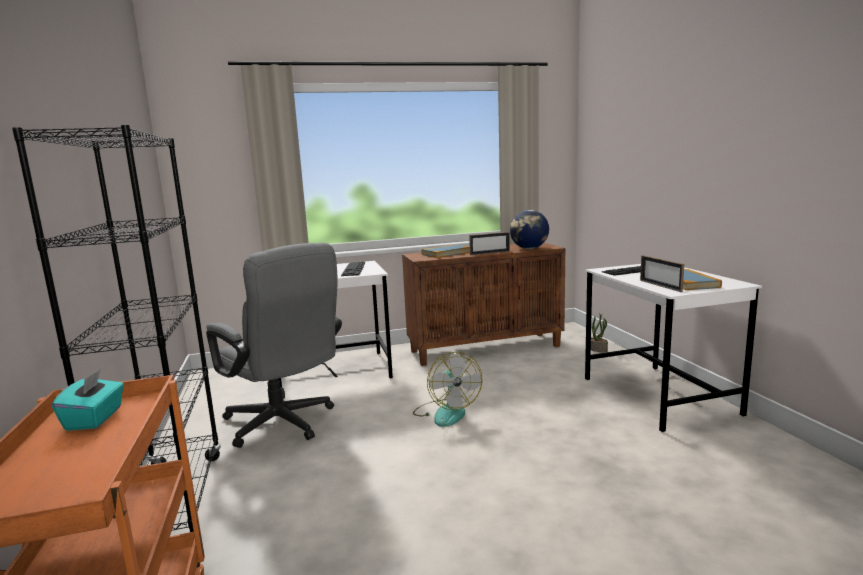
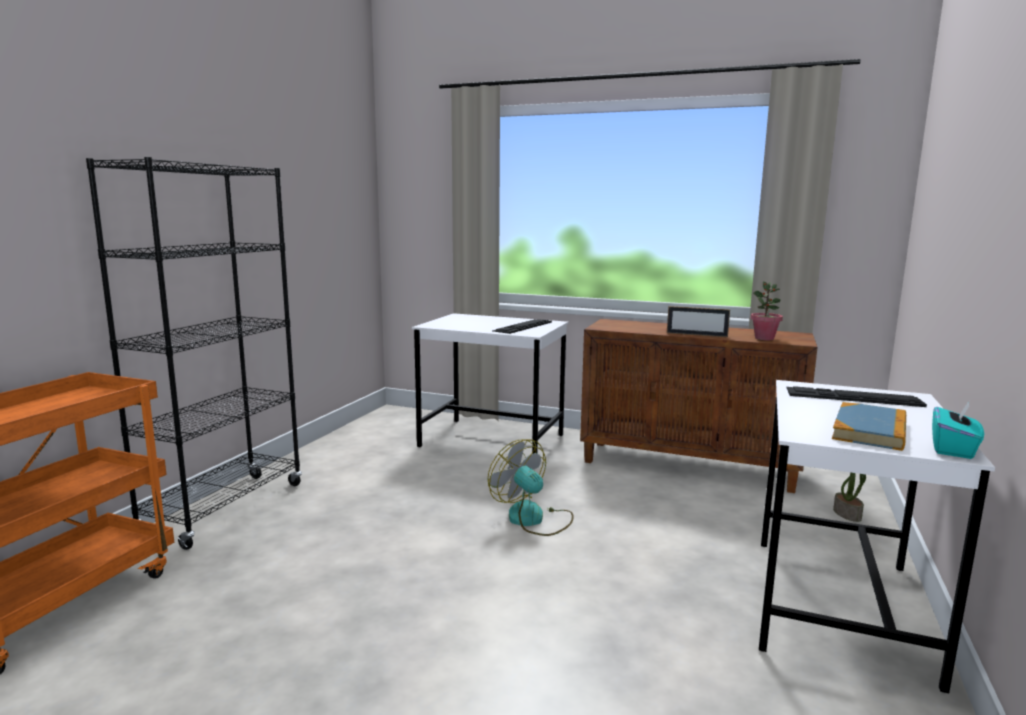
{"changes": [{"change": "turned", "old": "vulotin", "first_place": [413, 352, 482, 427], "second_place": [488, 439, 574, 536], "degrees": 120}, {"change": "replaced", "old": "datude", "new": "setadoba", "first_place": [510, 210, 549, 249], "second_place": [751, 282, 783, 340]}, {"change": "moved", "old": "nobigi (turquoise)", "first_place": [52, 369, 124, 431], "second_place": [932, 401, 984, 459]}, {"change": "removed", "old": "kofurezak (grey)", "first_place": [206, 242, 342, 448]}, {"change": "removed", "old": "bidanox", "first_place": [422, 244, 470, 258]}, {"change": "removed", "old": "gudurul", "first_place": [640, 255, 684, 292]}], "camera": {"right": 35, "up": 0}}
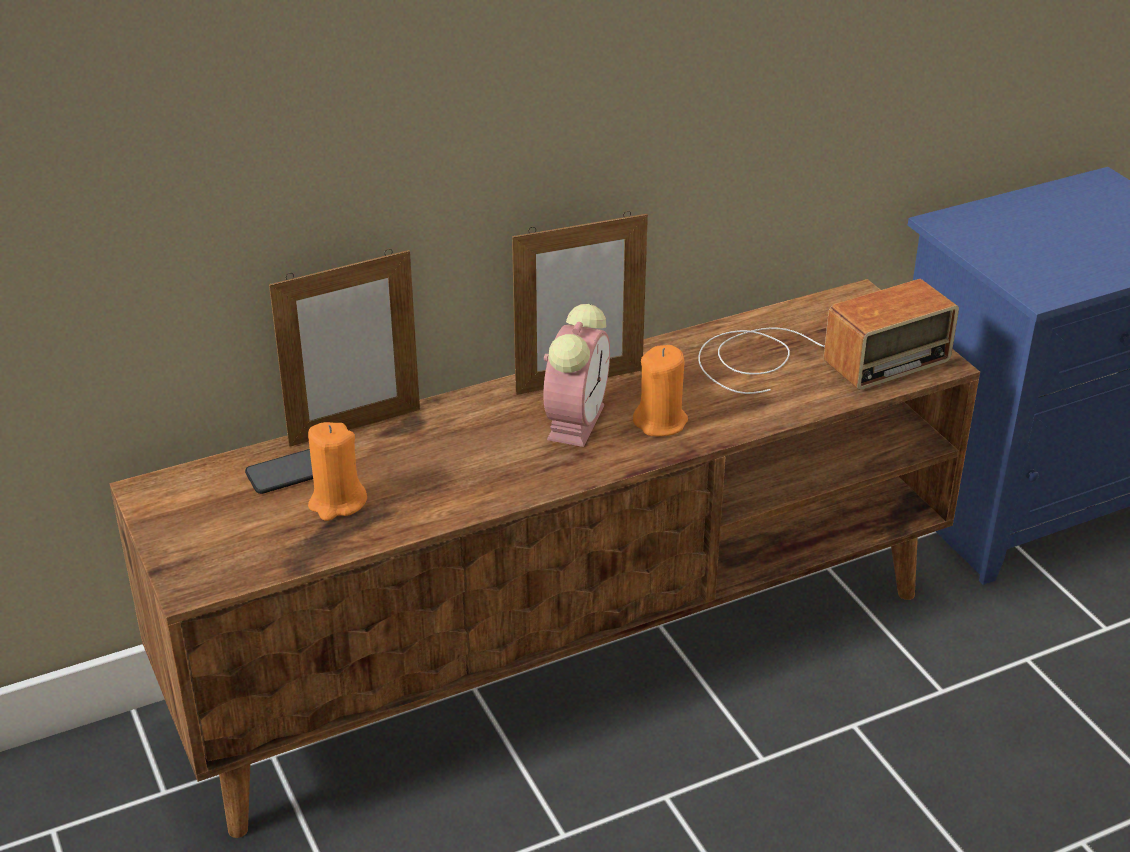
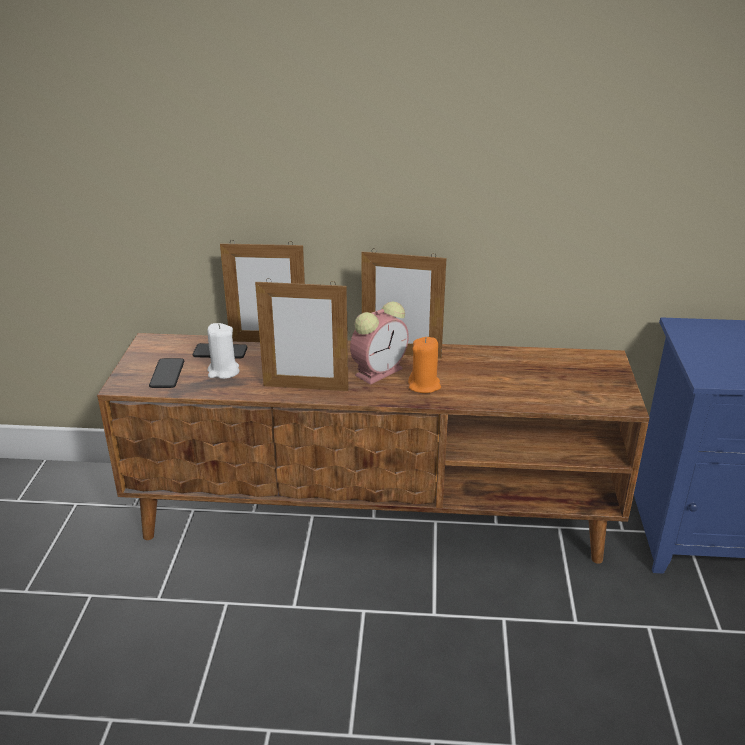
{"changes": [{"change": "added", "new": "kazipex", "second_place": [149, 358, 184, 388]}, {"change": "recoloured", "old": "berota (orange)", "new": "berota (white)", "first_place": [308, 422, 367, 521], "second_place": [207, 323, 240, 379]}, {"change": "added", "new": "gudurul", "second_place": [255, 278, 348, 391]}, {"change": "removed", "old": "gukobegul", "first_place": [698, 279, 959, 394]}], "camera": {"right": 30, "up": -5}}
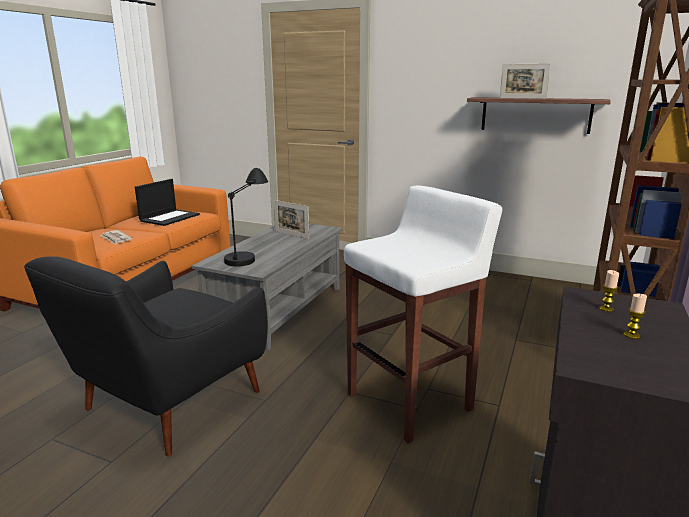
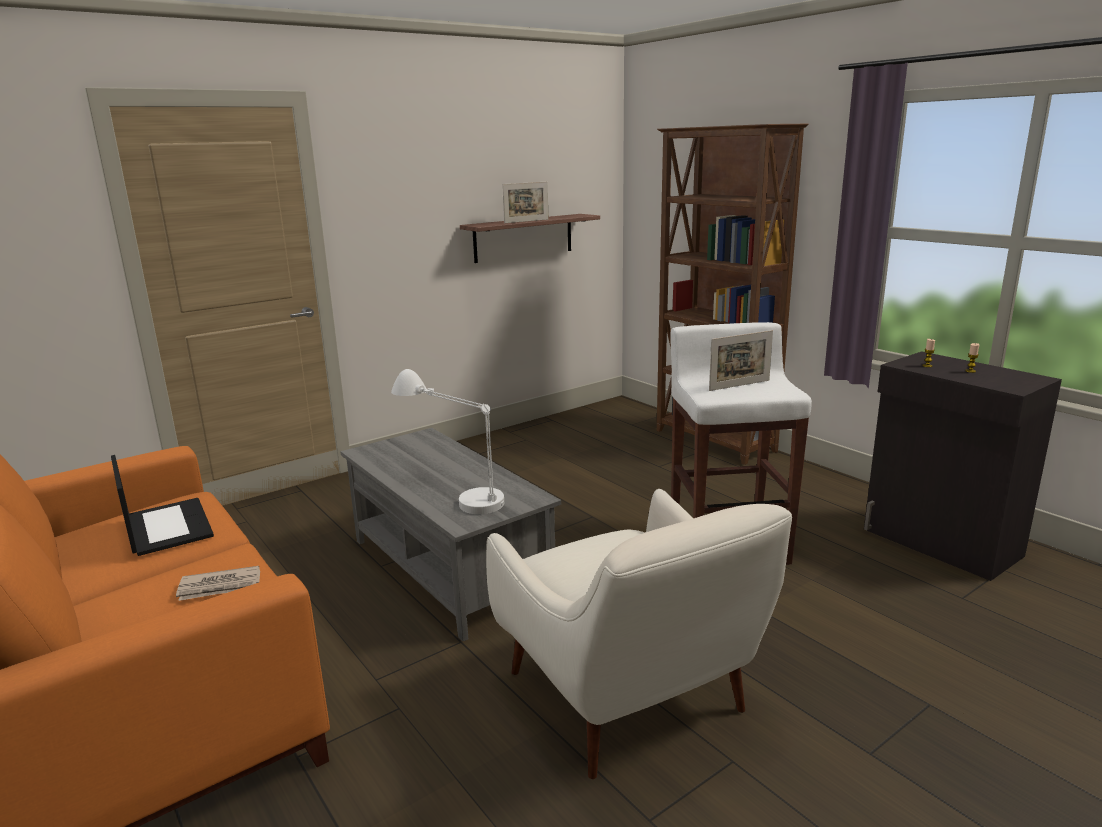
{"changes": [{"change": "recoloured", "old": "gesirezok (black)", "new": "gesirezok (white)", "first_place": [224, 168, 268, 266], "second_place": [391, 369, 504, 514]}, {"change": "recoloured", "old": "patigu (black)", "new": "patigu (white)", "first_place": [24, 256, 268, 457], "second_place": [486, 489, 792, 779]}, {"change": "moved", "old": "gudurul", "first_place": [274, 200, 309, 239], "second_place": [709, 330, 773, 391]}], "camera": {"right": -60, "up": 0}}
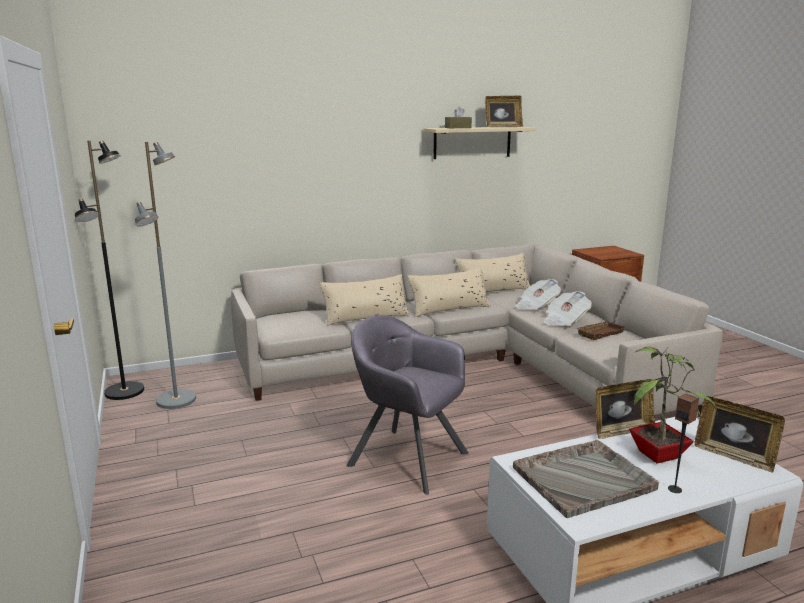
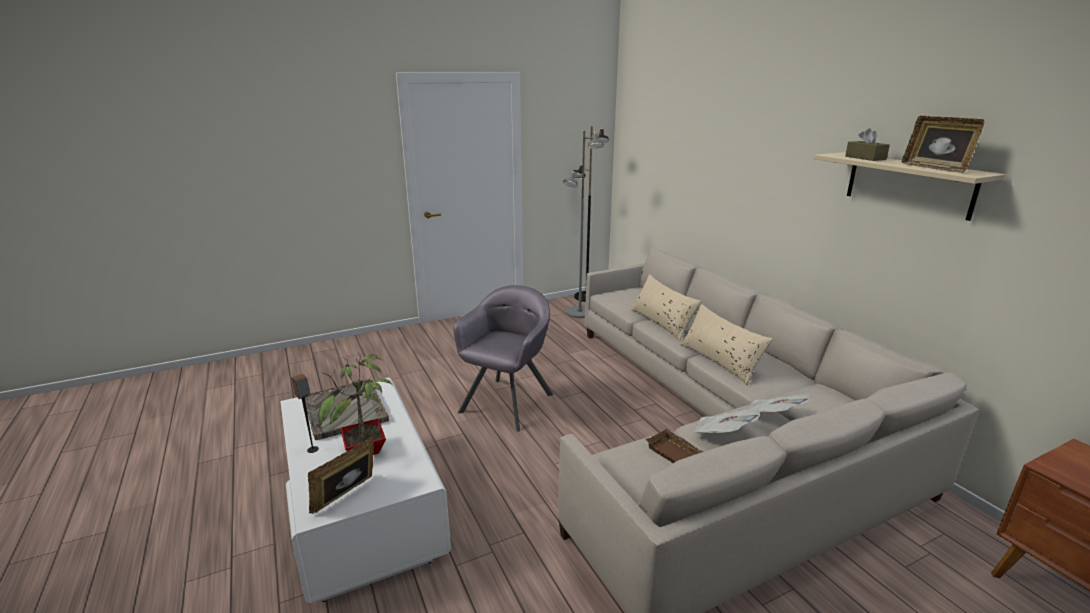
{"changes": [{"change": "removed", "old": "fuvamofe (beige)", "first_place": [455, 253, 530, 292]}, {"change": "removed", "old": "gudurul", "first_place": [595, 379, 655, 439]}], "camera": {"right": 85, "up": 5}}
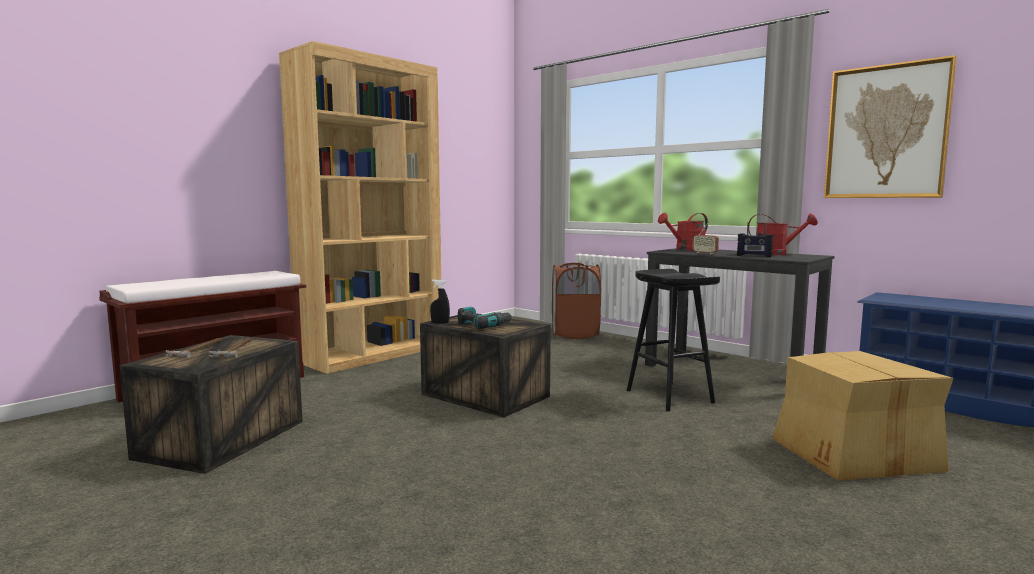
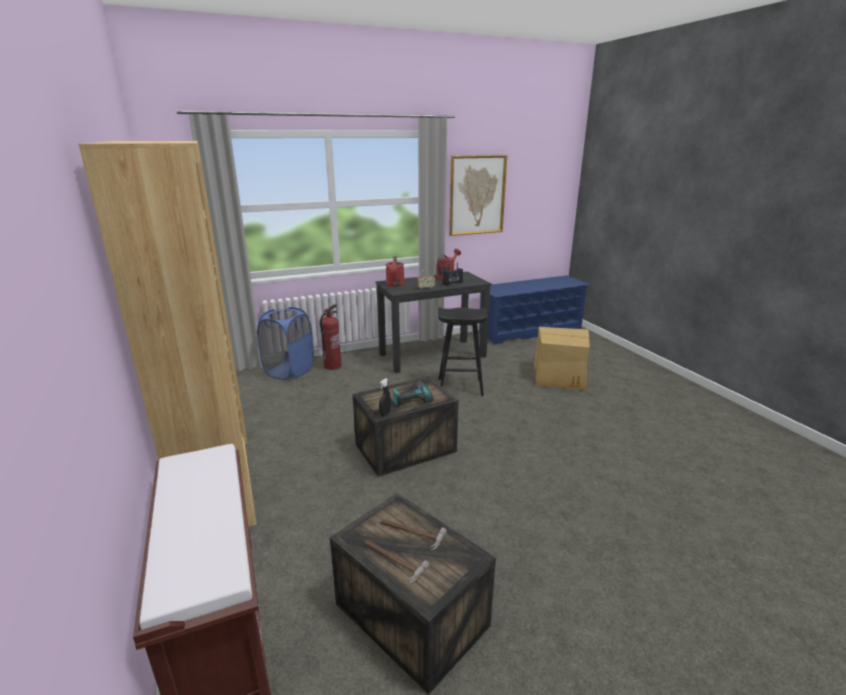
{"changes": [{"change": "recoloured", "old": "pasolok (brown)", "new": "pasolok (blue)", "first_place": [552, 263, 601, 339], "second_place": [257, 307, 314, 380]}, {"change": "added", "new": "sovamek", "second_place": [320, 304, 342, 370]}], "camera": {"right": -65, "up": 15}}
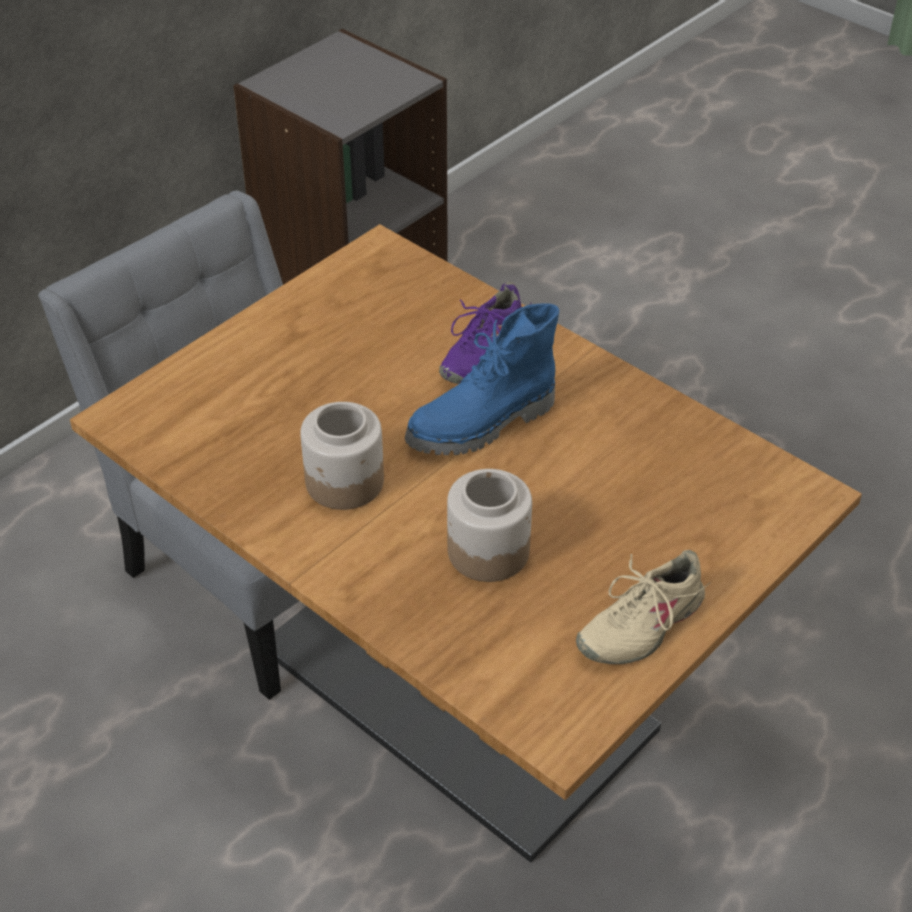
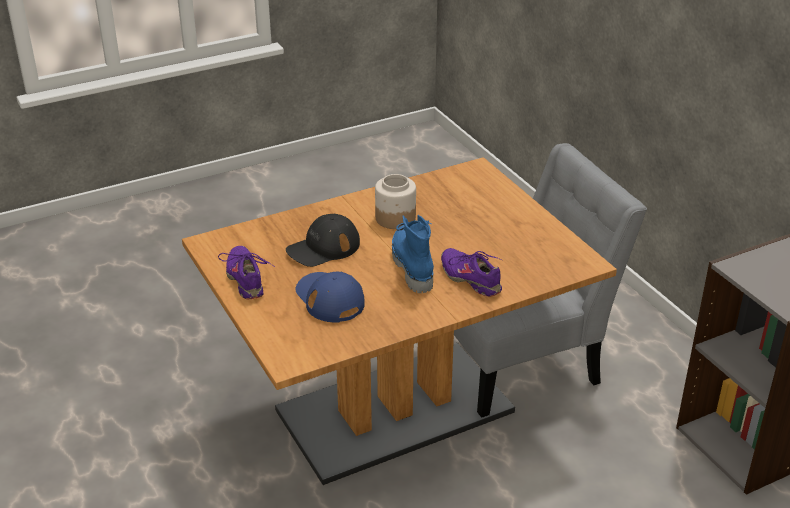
{"changes": [{"change": "recoloured", "old": "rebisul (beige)", "new": "rebisul (purple)", "first_place": [576, 550, 711, 664], "second_place": [218, 246, 275, 299]}, {"change": "replaced", "old": "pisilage", "new": "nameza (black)", "first_place": [447, 469, 532, 582], "second_place": [286, 213, 360, 267]}, {"change": "added", "new": "nameza (blue)", "second_place": [295, 272, 365, 323]}], "camera": {"right": 110, "up": -10}}
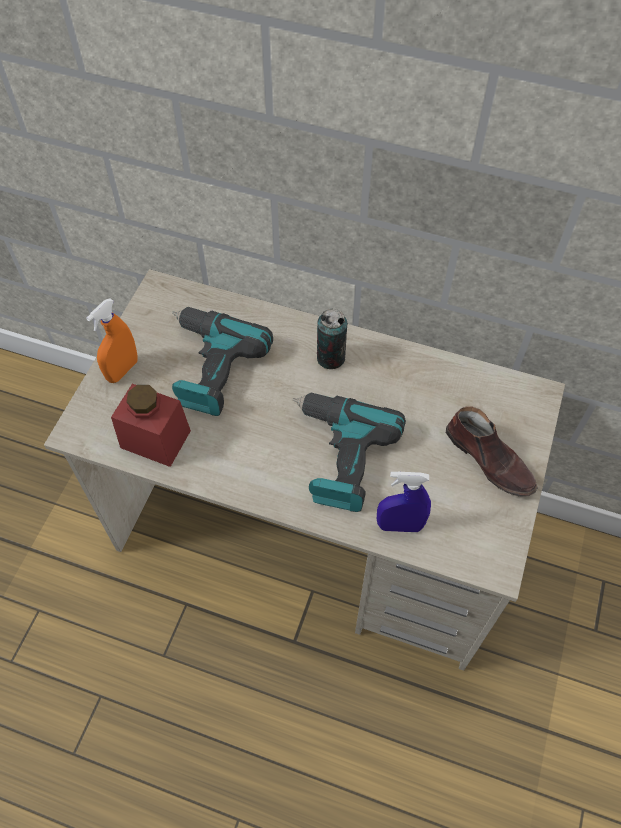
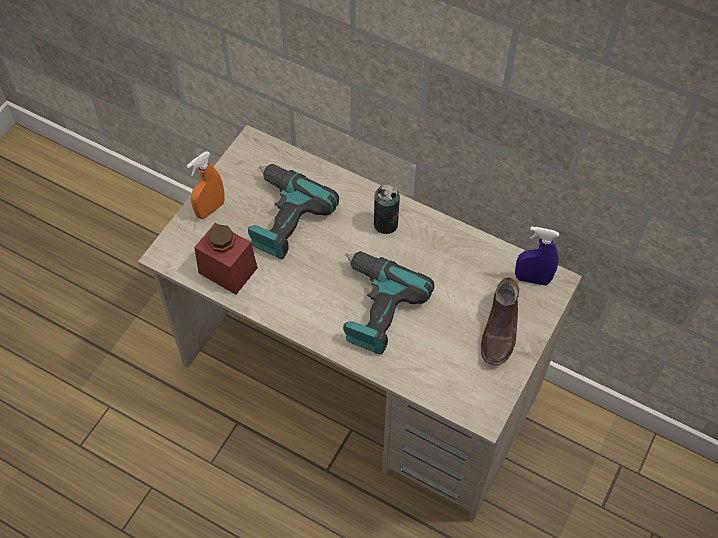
{"changes": [{"change": "turned", "old": "rebisul (brown)", "first_place": [446, 406, 538, 497], "second_place": [481, 277, 520, 366], "degrees": 45}, {"change": "moved", "old": "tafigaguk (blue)", "first_place": [377, 472, 431, 532], "second_place": [515, 226, 559, 286]}], "camera": {"right": 10, "up": 0}}
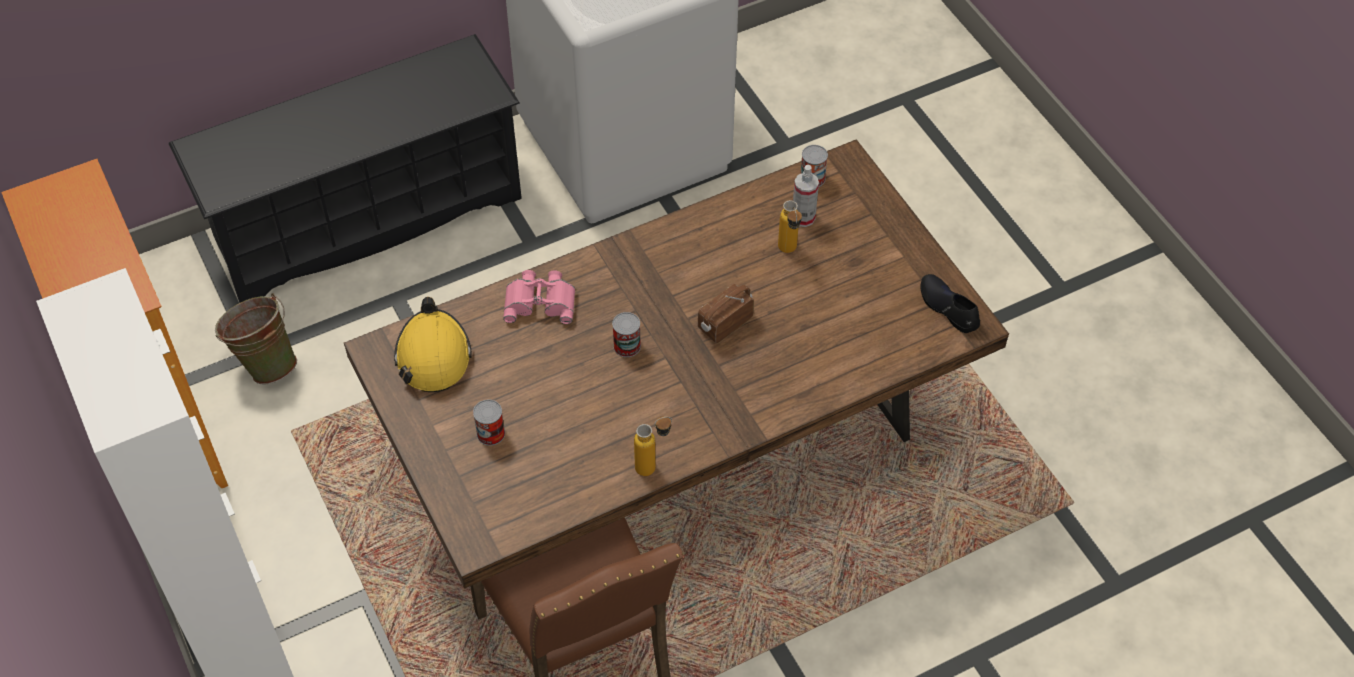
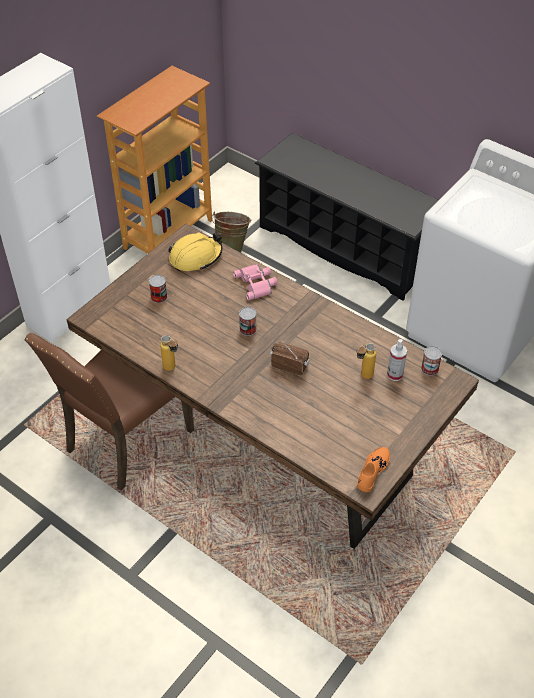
{"changes": [{"change": "recoloured", "old": "rebisul (black)", "new": "rebisul (orange)", "first_place": [920, 274, 980, 333], "second_place": [357, 447, 390, 492]}], "camera": {"right": 65, "up": -5}}
